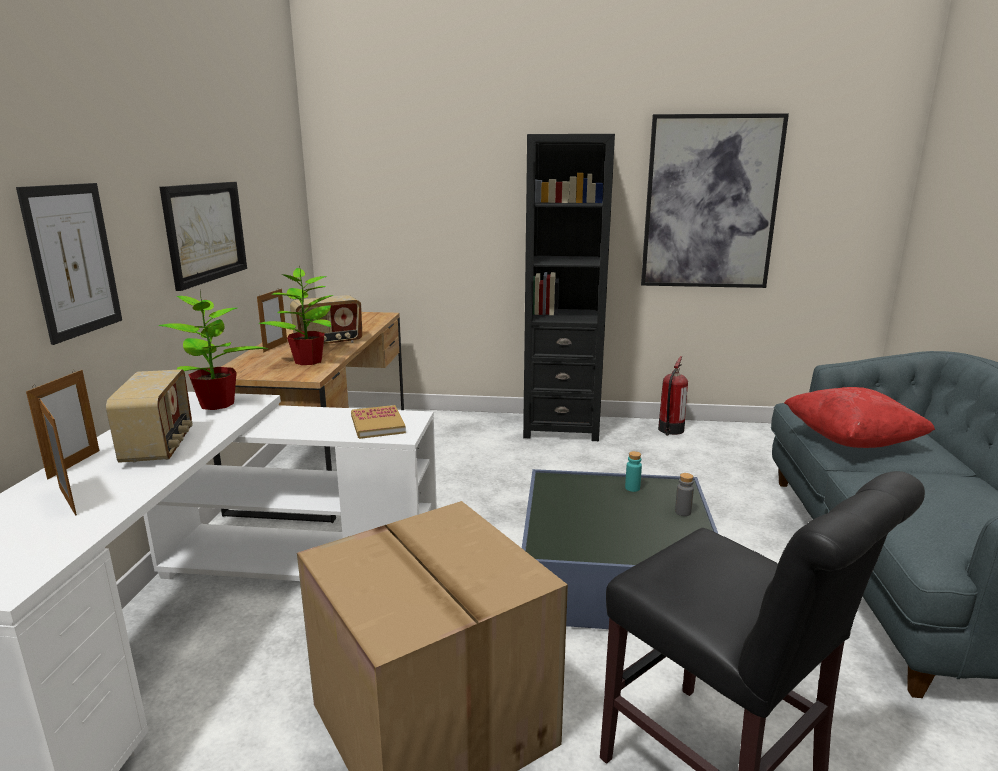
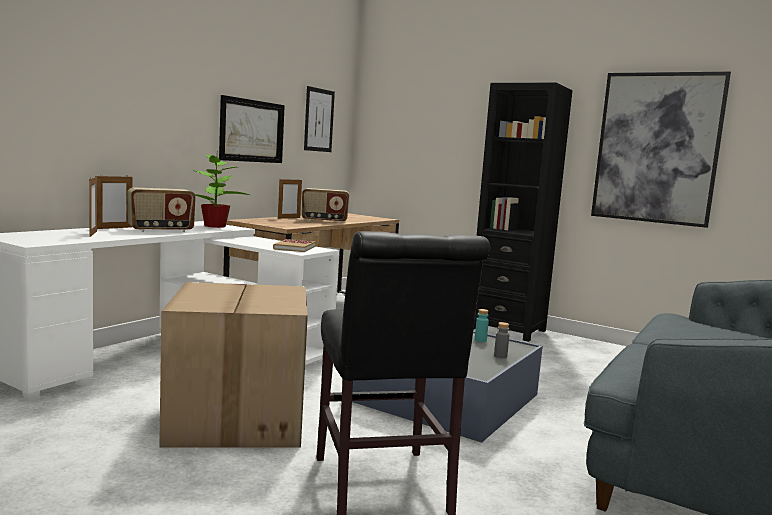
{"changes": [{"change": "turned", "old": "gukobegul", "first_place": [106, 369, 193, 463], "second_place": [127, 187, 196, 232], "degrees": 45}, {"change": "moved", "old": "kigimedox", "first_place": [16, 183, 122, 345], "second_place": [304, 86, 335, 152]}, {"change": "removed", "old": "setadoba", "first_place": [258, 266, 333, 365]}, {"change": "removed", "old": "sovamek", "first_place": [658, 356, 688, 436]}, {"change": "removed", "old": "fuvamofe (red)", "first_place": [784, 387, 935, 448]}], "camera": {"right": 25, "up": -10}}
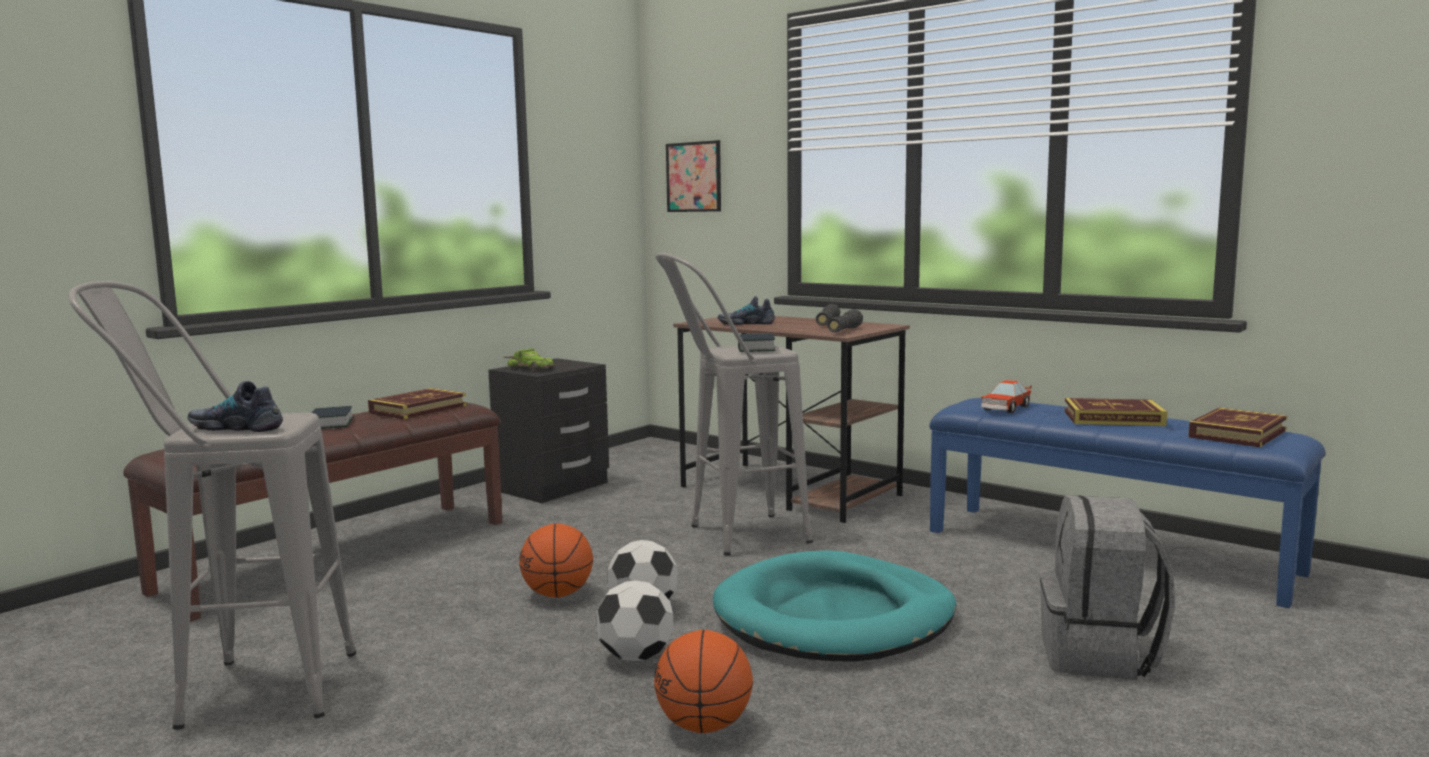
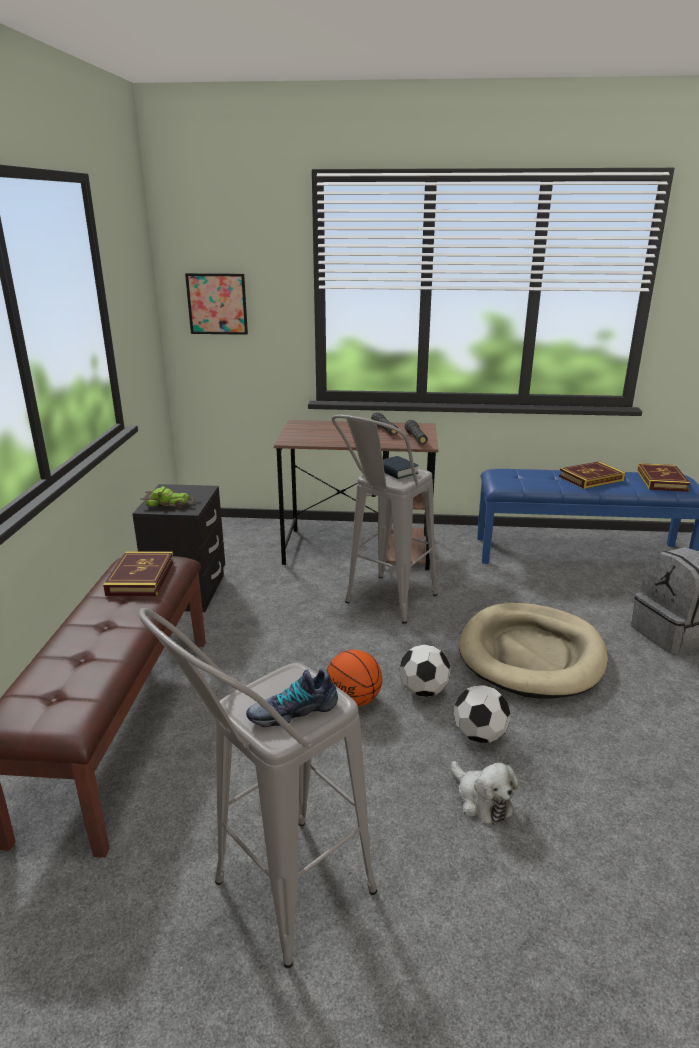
{"changes": [{"change": "added", "new": "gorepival", "second_place": [451, 761, 519, 825]}, {"change": "recoloured", "old": "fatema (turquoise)", "new": "fatema (beige)", "first_place": [713, 550, 956, 662], "second_place": [459, 603, 608, 699]}, {"change": "removed", "old": "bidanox", "first_place": [312, 406, 354, 429]}, {"change": "removed", "old": "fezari", "first_place": [654, 630, 753, 733]}, {"change": "removed", "old": "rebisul", "first_place": [718, 296, 775, 325]}, {"change": "removed", "old": "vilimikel", "first_place": [981, 380, 1032, 413]}], "camera": {"right": -35, "up": 15}}
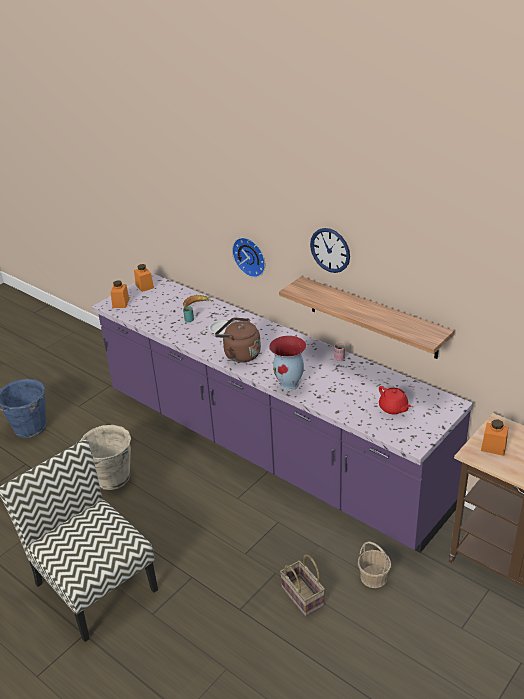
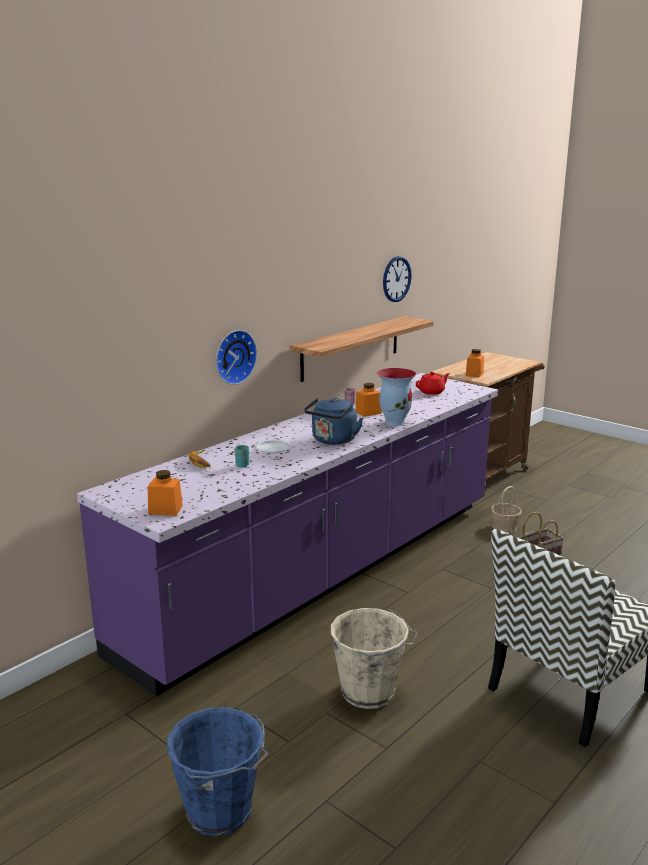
{"changes": [{"change": "recoloured", "old": "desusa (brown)", "new": "desusa (blue)", "first_place": [215, 317, 261, 363], "second_place": [304, 398, 364, 445]}, {"change": "moved", "old": "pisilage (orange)", "first_place": [134, 264, 154, 292], "second_place": [355, 383, 382, 417]}, {"change": "moved", "old": "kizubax", "first_place": [310, 228, 350, 273], "second_place": [383, 256, 412, 302]}], "camera": {"right": -90, "up": -15}}
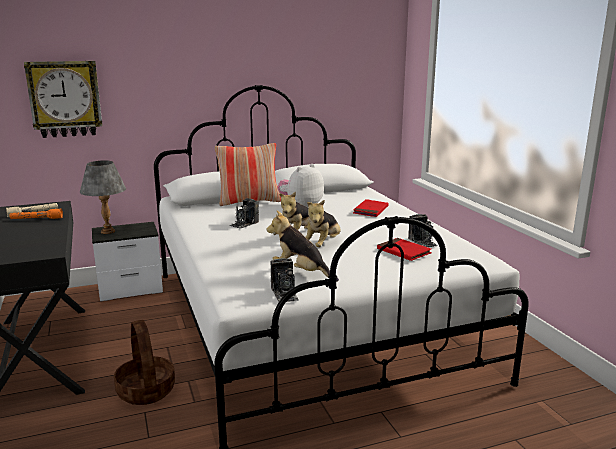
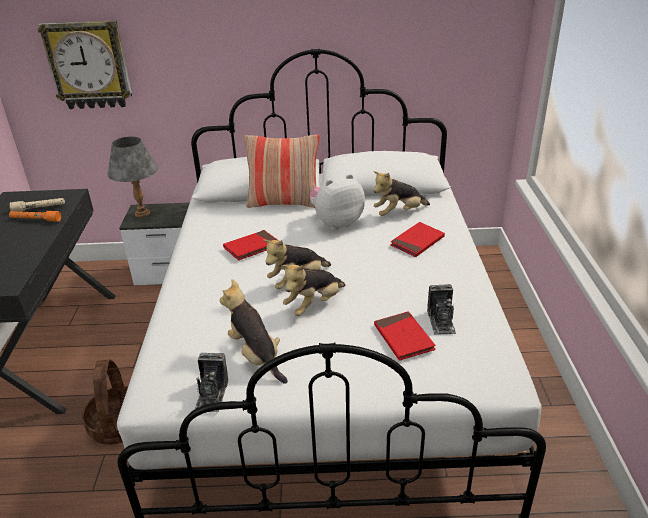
{"changes": [{"change": "replaced", "old": "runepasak", "new": "bidanox (red)", "first_place": [230, 198, 259, 229], "second_place": [223, 230, 279, 261]}, {"change": "added", "new": "gorepival", "second_place": [373, 171, 430, 216]}], "camera": {"right": 20, "up": 15}}
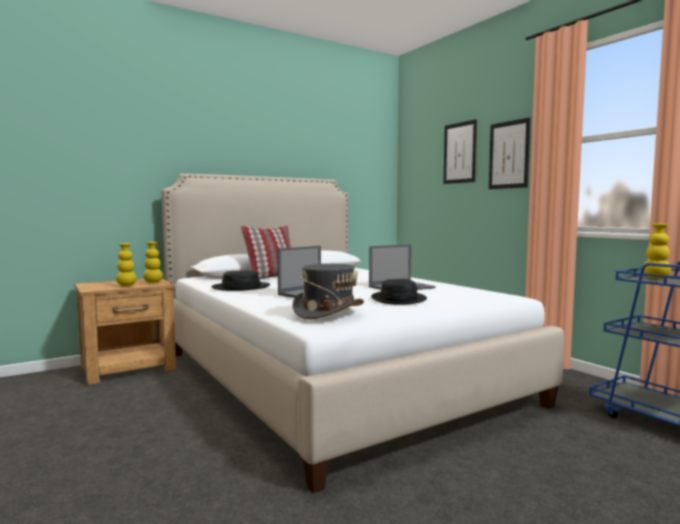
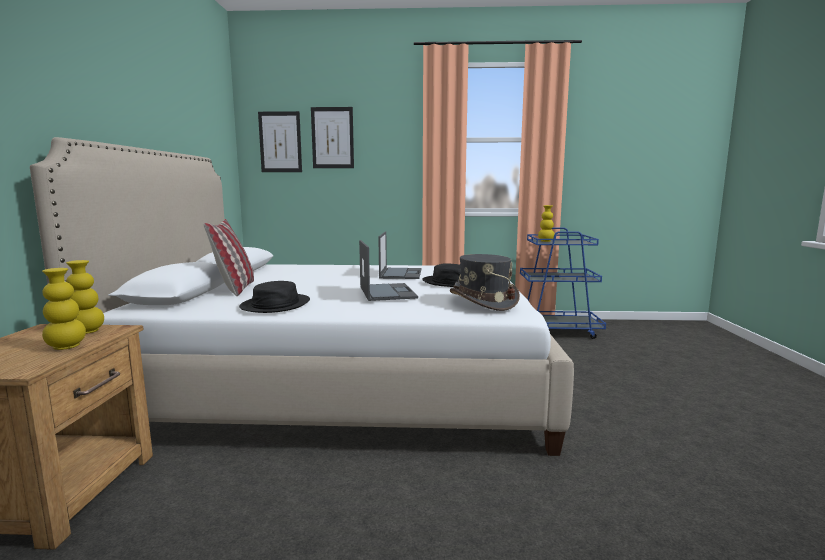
{"changes": [{"change": "moved", "old": "kigimedox", "first_place": [489, 117, 530, 189], "second_place": [258, 111, 302, 172]}], "camera": {"right": -55, "up": 5}}
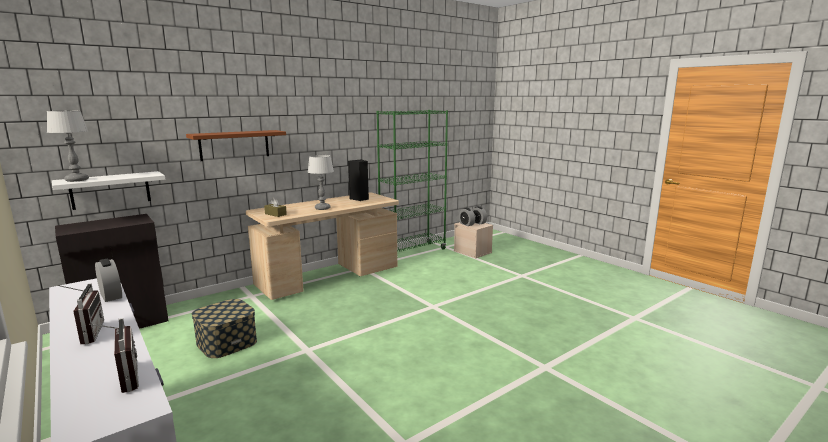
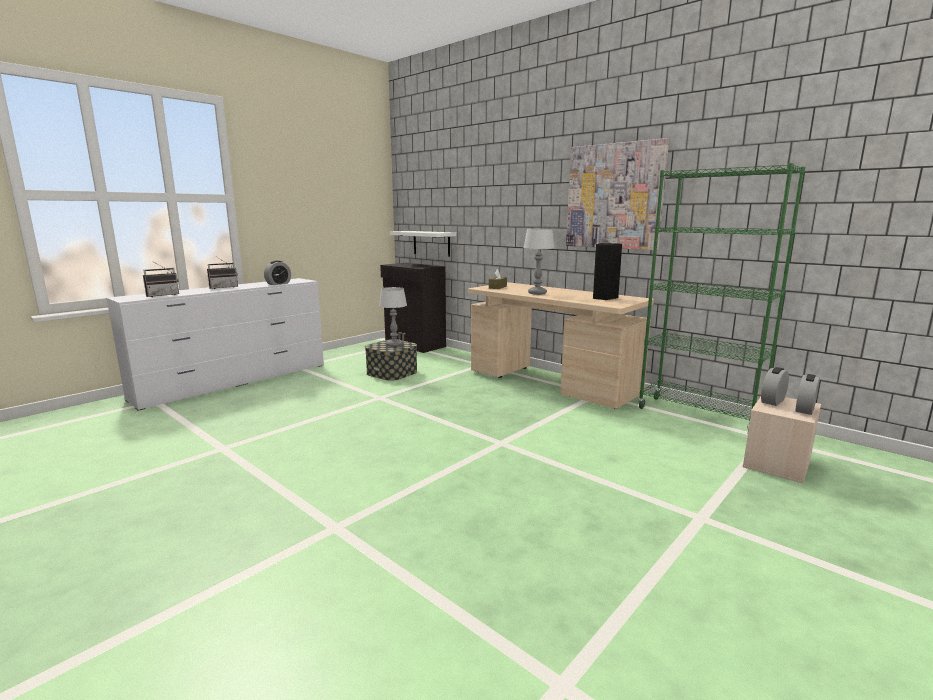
{"changes": [{"change": "moved", "old": "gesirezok", "first_place": [47, 111, 89, 182], "second_place": [379, 287, 407, 347]}, {"change": "added", "new": "kigimedox", "second_place": [566, 138, 669, 250]}, {"change": "removed", "old": "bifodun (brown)", "first_place": [186, 130, 286, 161]}], "camera": {"right": 80, "up": 0}}
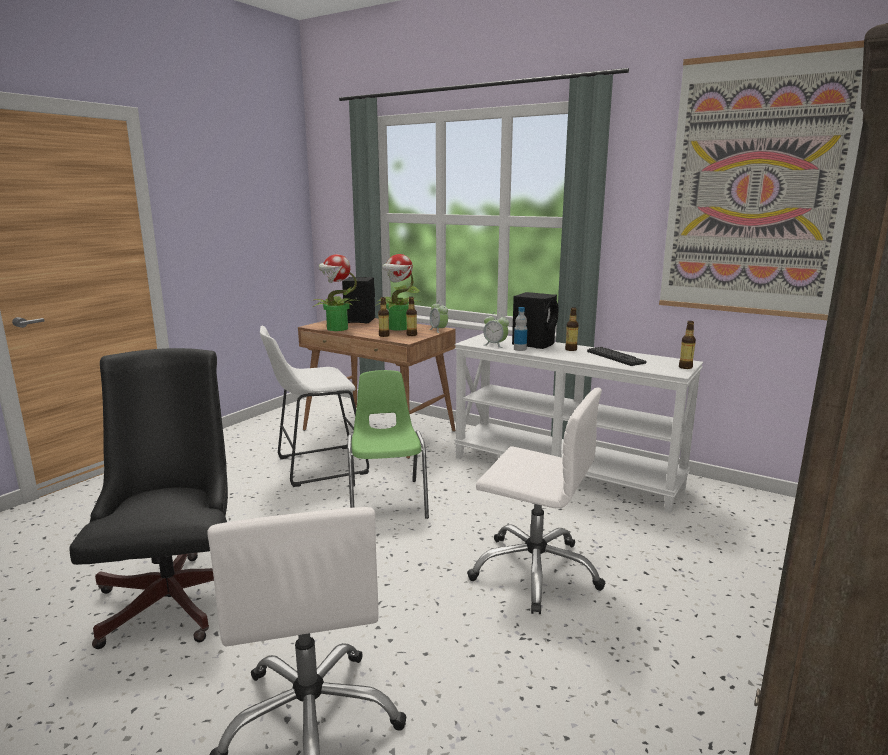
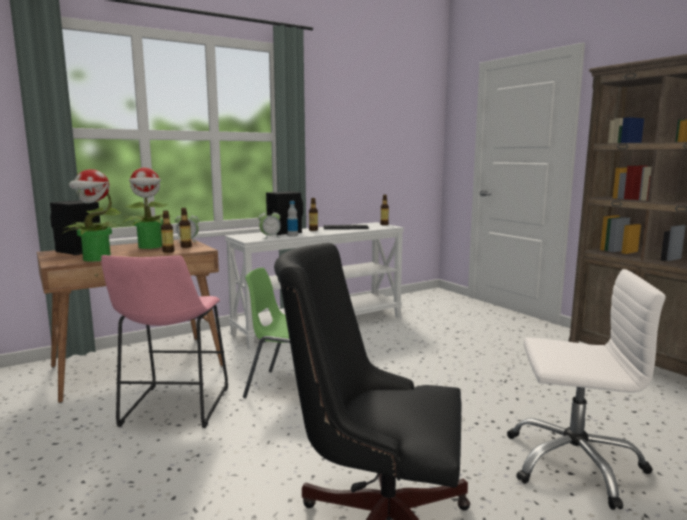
{"changes": [{"change": "recoloured", "old": "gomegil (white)", "new": "gomegil (pink)", "first_place": [260, 325, 369, 487], "second_place": [101, 255, 228, 428]}, {"change": "removed", "old": "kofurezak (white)", "first_place": [467, 388, 605, 614]}, {"change": "removed", "old": "kigimedox", "first_place": [659, 40, 864, 320]}], "camera": {"right": -65, "up": -5}}
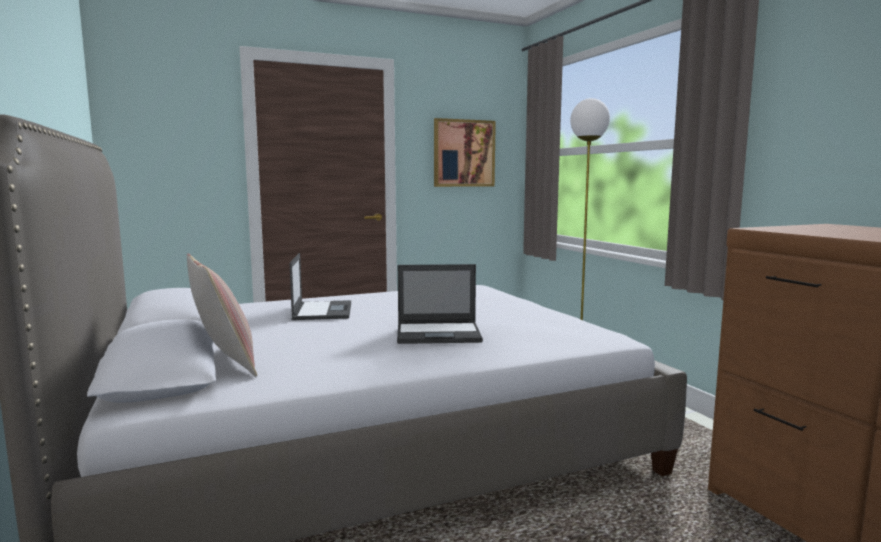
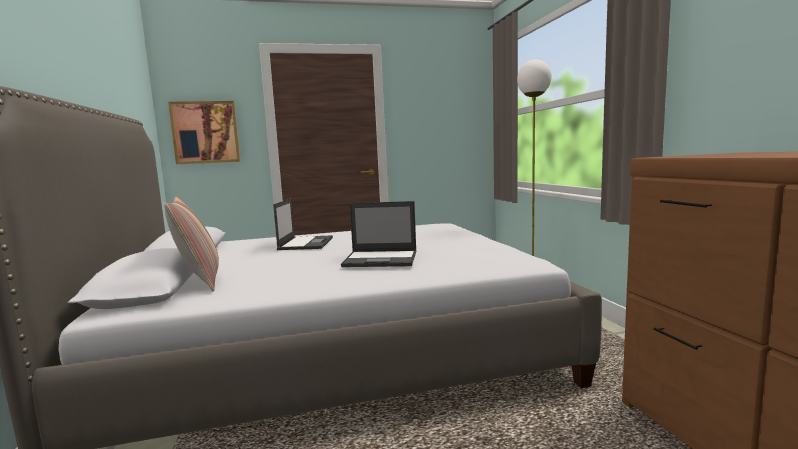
{"changes": [{"change": "moved", "old": "kigimedox", "first_place": [434, 118, 496, 187], "second_place": [168, 101, 241, 164]}], "camera": {"right": 10, "up": 0}}
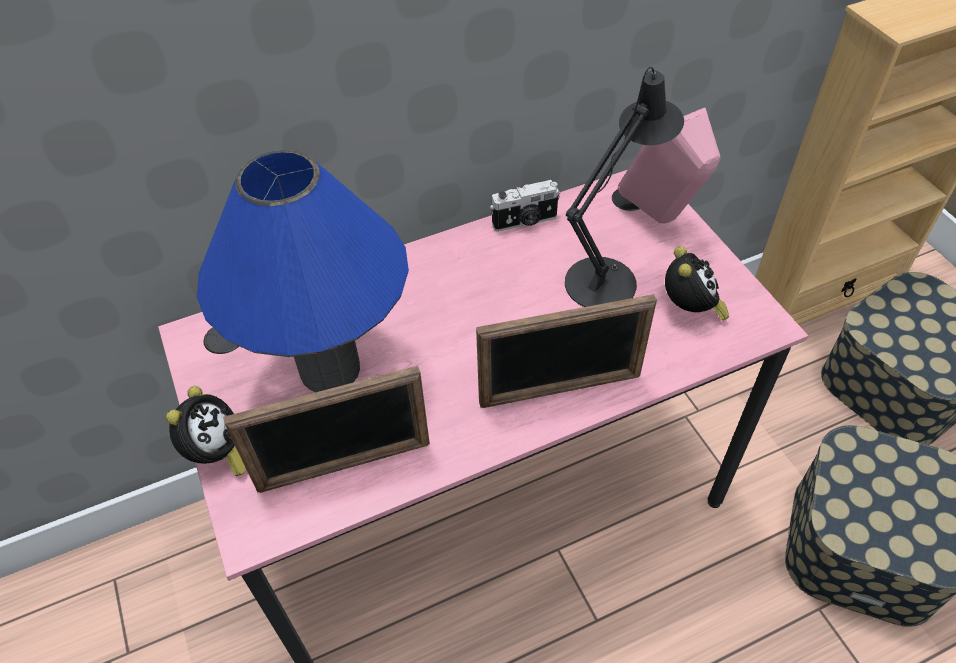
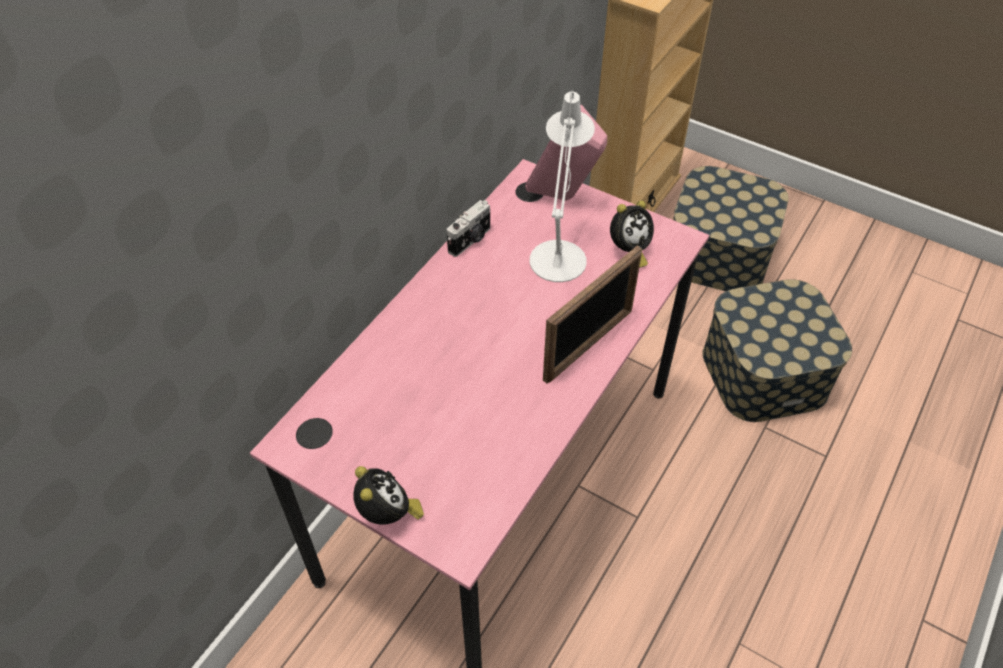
{"changes": [{"change": "recoloured", "old": "gesirezok (black)", "new": "gesirezok (white)", "first_place": [565, 67, 684, 307], "second_place": [530, 91, 595, 282]}, {"change": "turned", "old": "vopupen", "first_place": [665, 246, 729, 321], "second_place": [610, 200, 654, 268], "degrees": 90}, {"change": "removed", "old": "gesirezok (blue)", "first_place": [197, 150, 409, 392]}, {"change": "removed", "old": "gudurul", "first_place": [223, 366, 430, 493]}], "camera": {"right": -35, "up": 0}}
